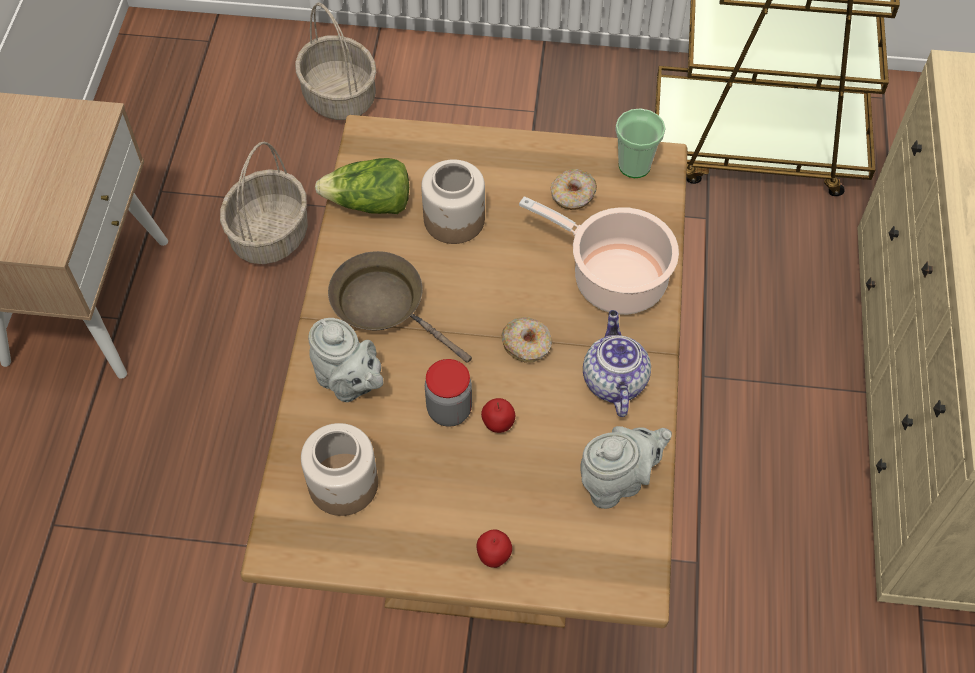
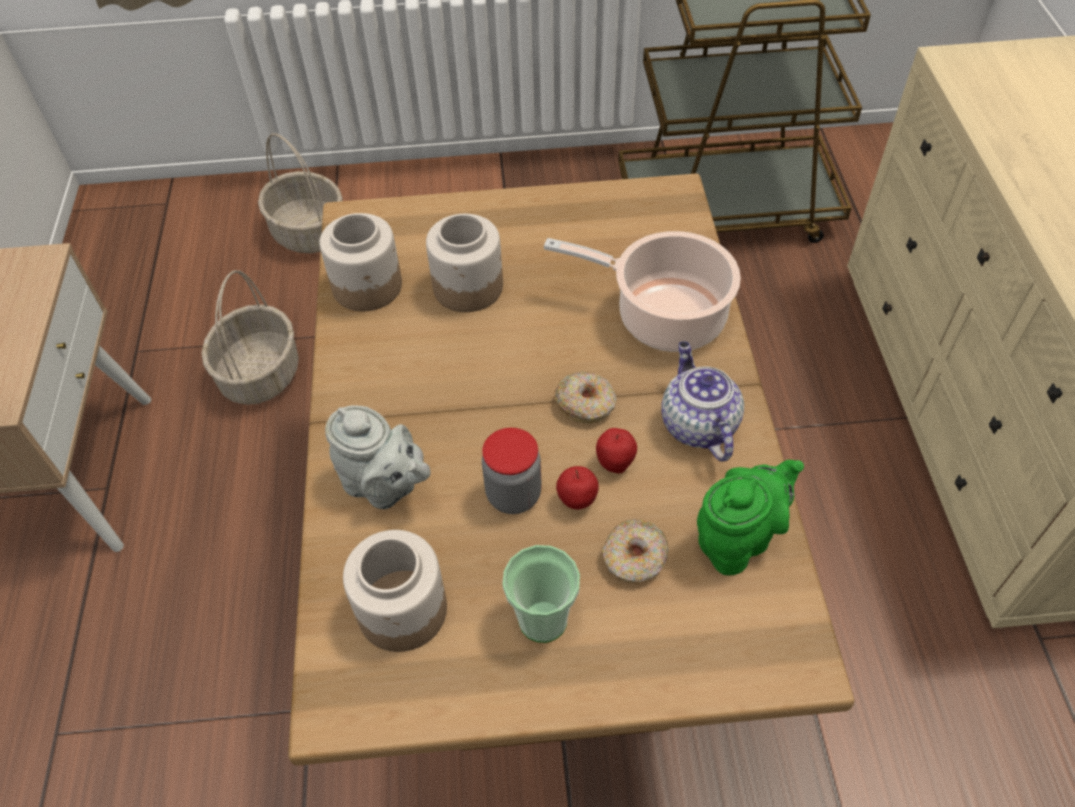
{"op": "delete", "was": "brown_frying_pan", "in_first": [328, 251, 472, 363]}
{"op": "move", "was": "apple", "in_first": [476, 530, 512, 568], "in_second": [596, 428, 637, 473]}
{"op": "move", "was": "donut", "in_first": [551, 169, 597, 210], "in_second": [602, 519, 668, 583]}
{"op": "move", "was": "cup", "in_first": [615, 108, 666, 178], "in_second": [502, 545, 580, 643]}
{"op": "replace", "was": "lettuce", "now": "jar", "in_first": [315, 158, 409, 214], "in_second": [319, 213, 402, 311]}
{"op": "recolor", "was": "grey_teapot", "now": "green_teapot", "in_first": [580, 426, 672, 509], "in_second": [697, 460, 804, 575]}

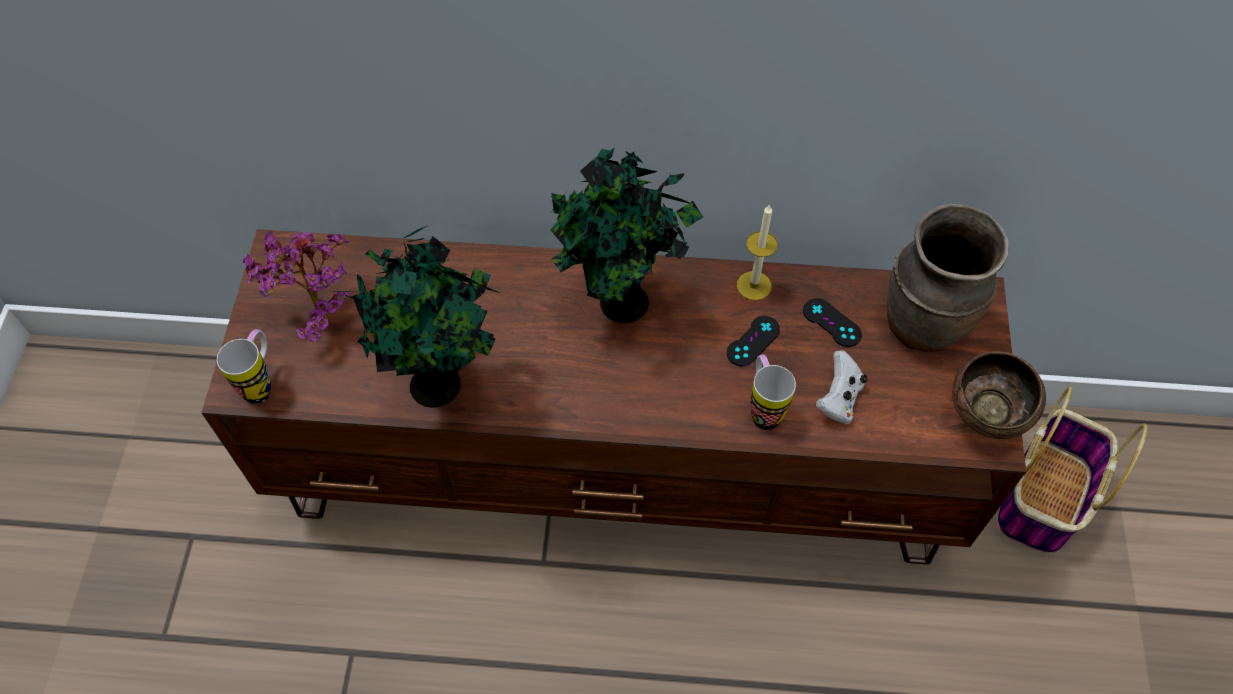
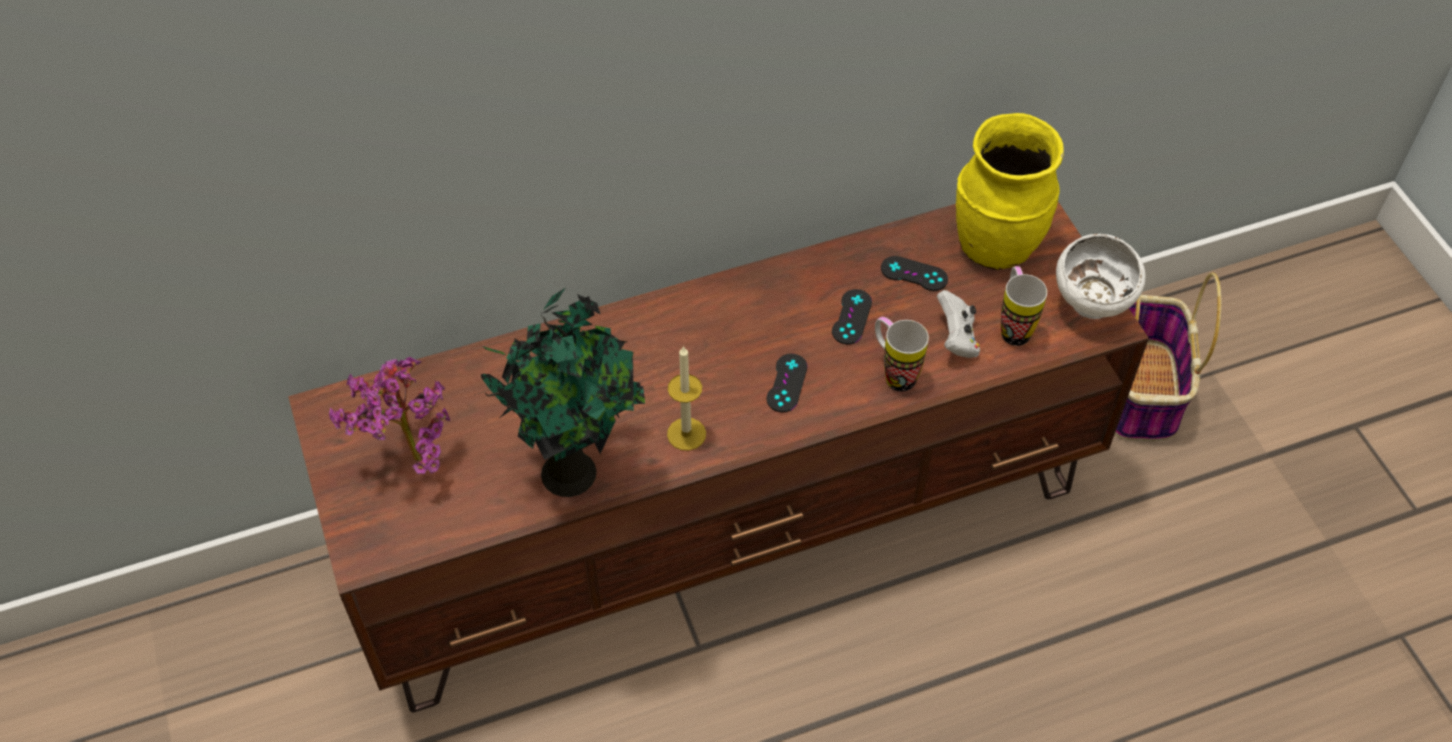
{"op": "delete", "was": "potted_plant", "in_first": [550, 147, 703, 323]}
{"op": "insert", "now": "black_game_controller", "in_second": [767, 353, 808, 412]}
{"op": "move", "was": "mug", "in_first": [217, 329, 272, 404], "in_second": [1001, 266, 1047, 346]}
{"op": "move", "was": "candle", "in_first": [737, 204, 778, 301], "in_second": [667, 346, 706, 451]}
{"op": "recolor", "was": "brown_vase", "now": "yellow_vase", "in_first": [887, 204, 1009, 351], "in_second": [956, 113, 1064, 270]}
{"op": "recolor", "was": "brown_bowl", "now": "white_bowl", "in_first": [952, 351, 1046, 439], "in_second": [1056, 234, 1146, 319]}

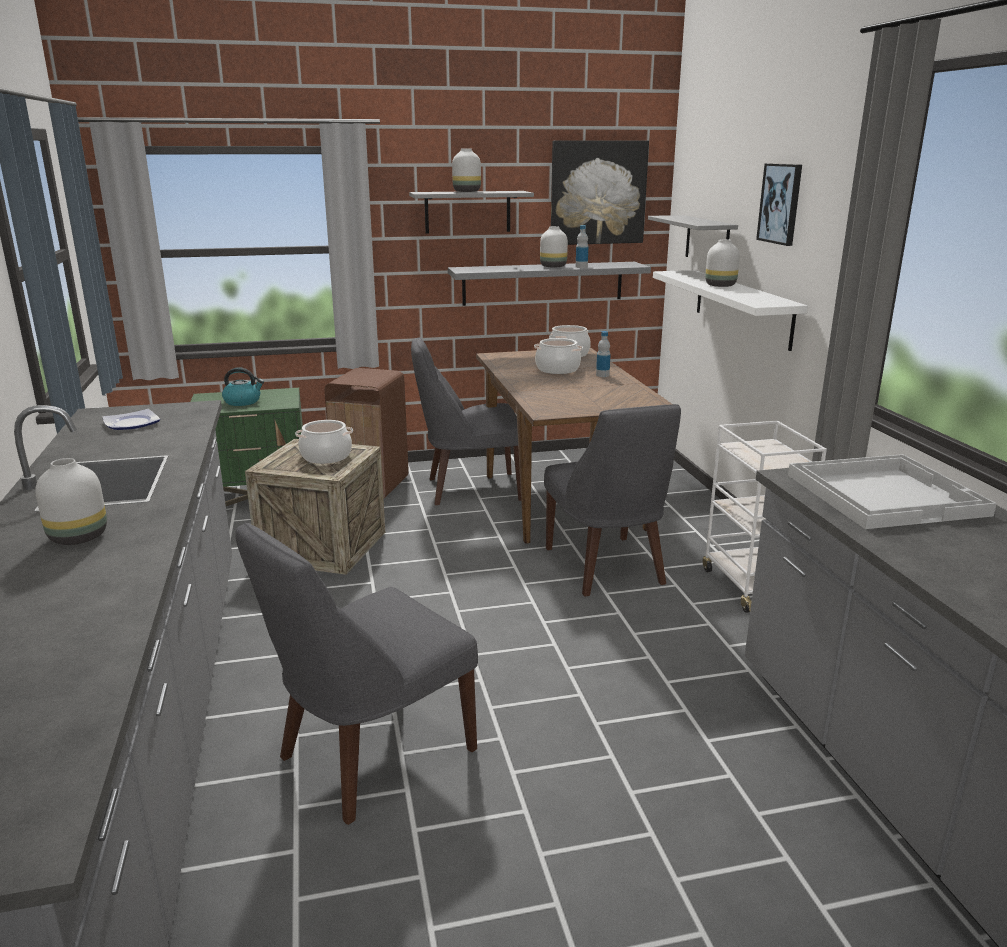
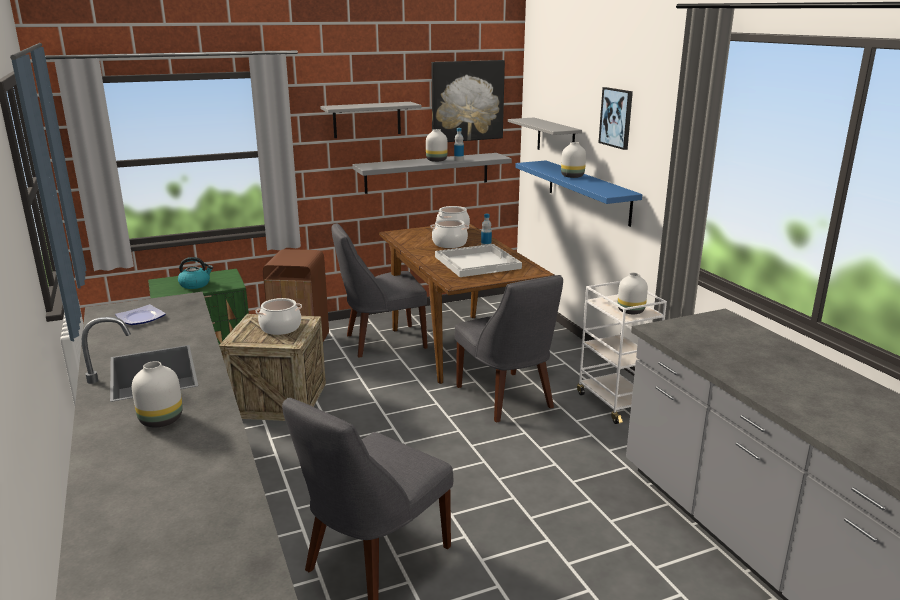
{"op": "move", "was": "white_vase", "in_first": [452, 148, 481, 192], "in_second": [618, 273, 648, 314]}
{"op": "move", "was": "white_tray", "in_first": [788, 454, 997, 529], "in_second": [435, 244, 522, 277]}
{"op": "recolor", "was": "white_shelf", "now": "blue_shelf", "in_first": [653, 270, 808, 351], "in_second": [515, 160, 642, 227]}

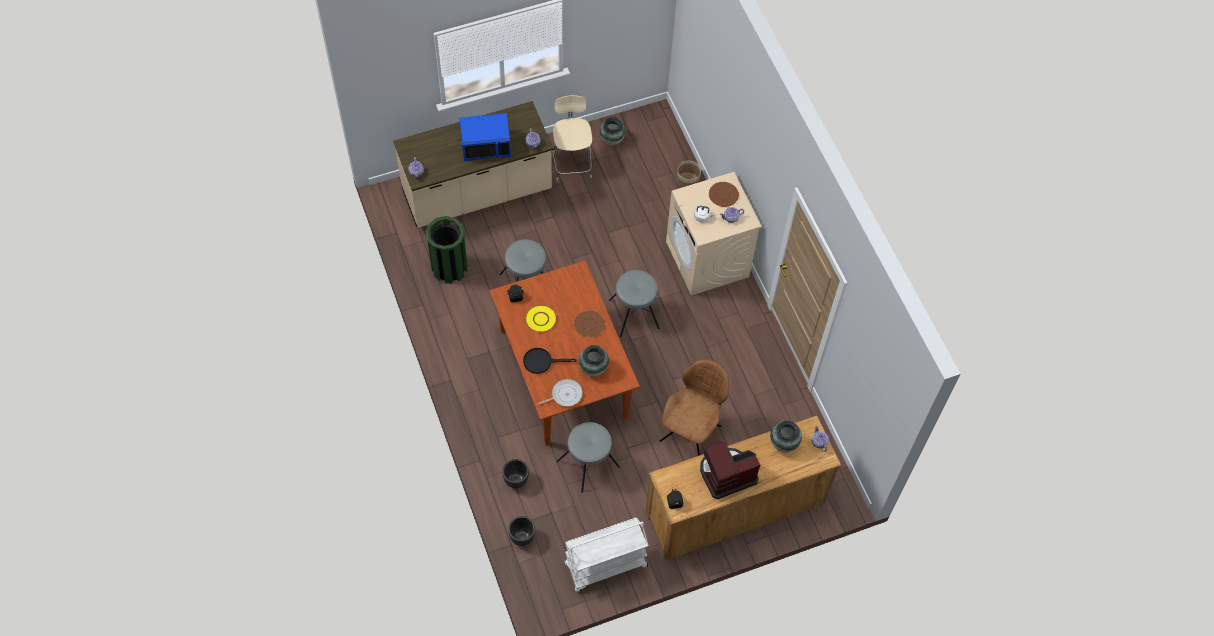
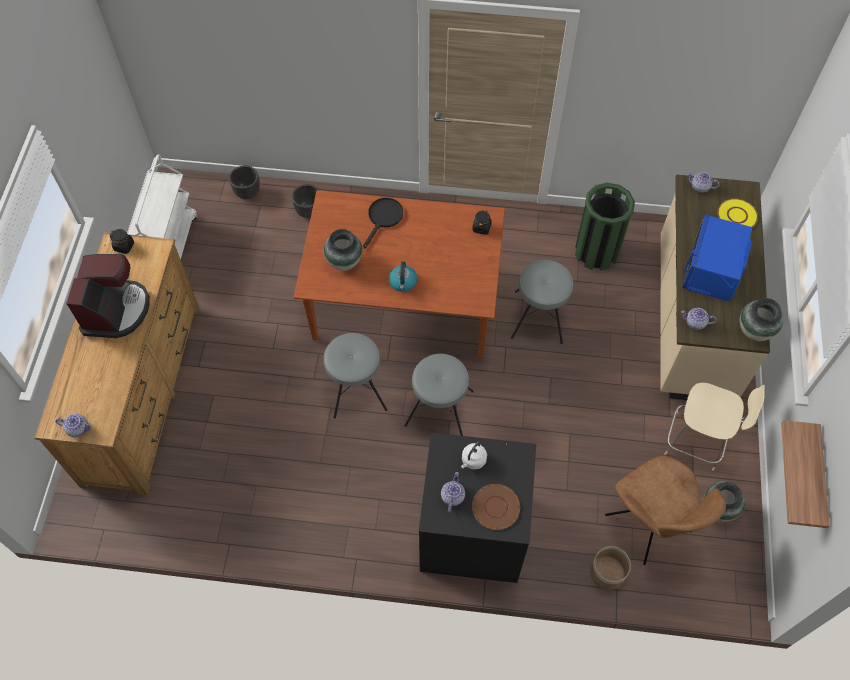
{"op": "delete", "was": "frying_pan", "in_first": [537, 379, 583, 407]}
{"op": "insert", "now": "shelf", "in_second": [781, 420, 830, 528]}
{"op": "move", "was": "yellow_plate", "in_first": [525, 305, 557, 332], "in_second": [717, 198, 758, 228]}
{"op": "move", "was": "grey_stool", "in_first": [557, 422, 620, 493], "in_second": [324, 333, 387, 419]}
{"op": "move", "was": "brown_chair", "in_first": [660, 359, 729, 456], "in_second": [605, 456, 726, 565]}
{"op": "move", "was": "vase", "in_first": [770, 421, 802, 452], "in_second": [740, 298, 783, 341]}
{"op": "replace", "was": "brown_plate", "now": "kettle", "in_first": [574, 310, 605, 338], "in_second": [389, 262, 417, 292]}
{"op": "recolor", "was": "beige_washing_machine", "now": "black_washing_machine", "in_first": [666, 172, 762, 295], "in_second": [419, 433, 536, 583]}

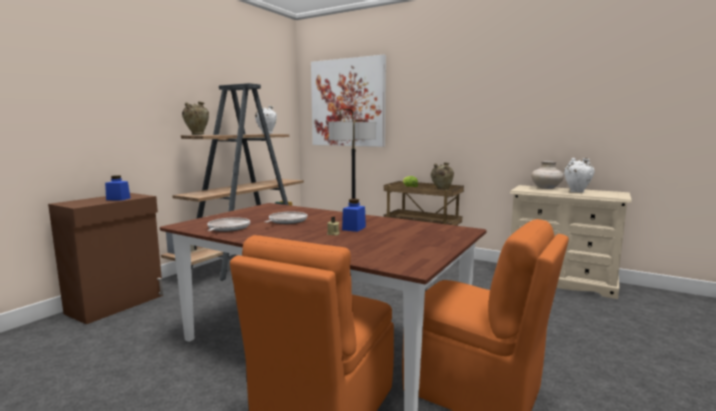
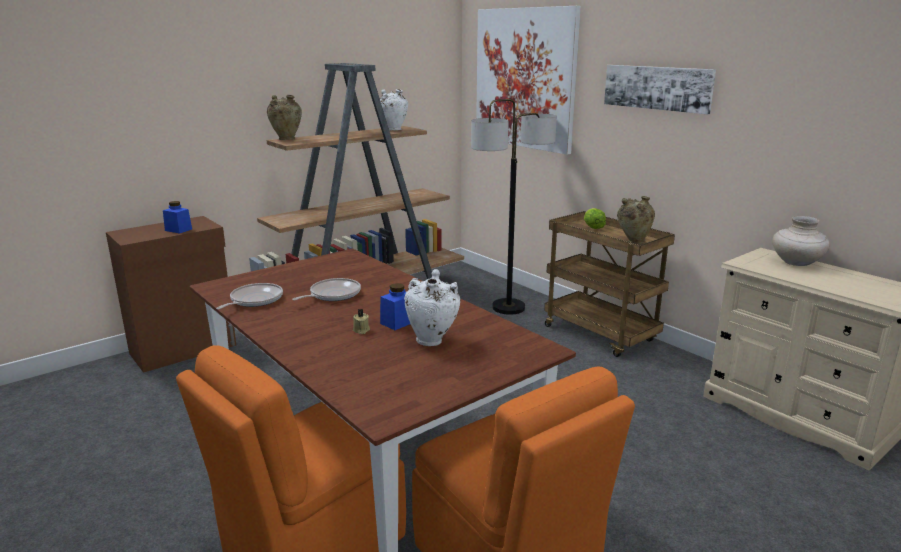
{"op": "insert", "now": "picture", "in_second": [604, 65, 716, 114]}
{"op": "move", "was": "white_vase", "in_first": [564, 158, 595, 193], "in_second": [404, 269, 460, 346]}

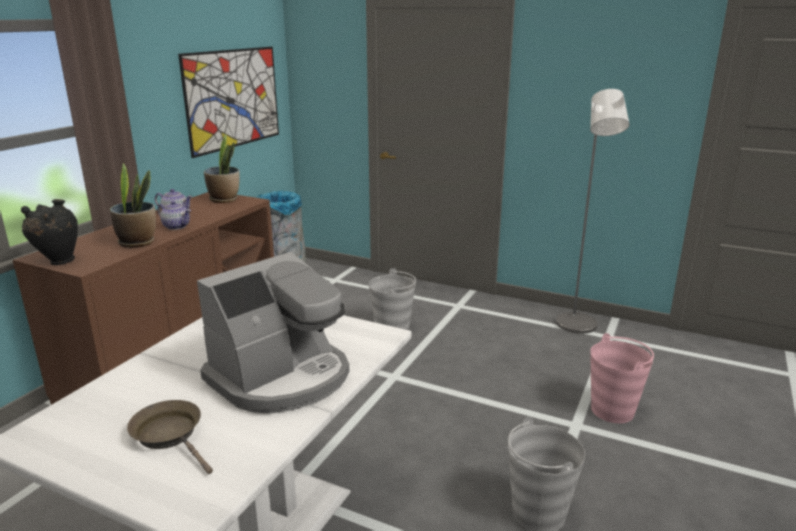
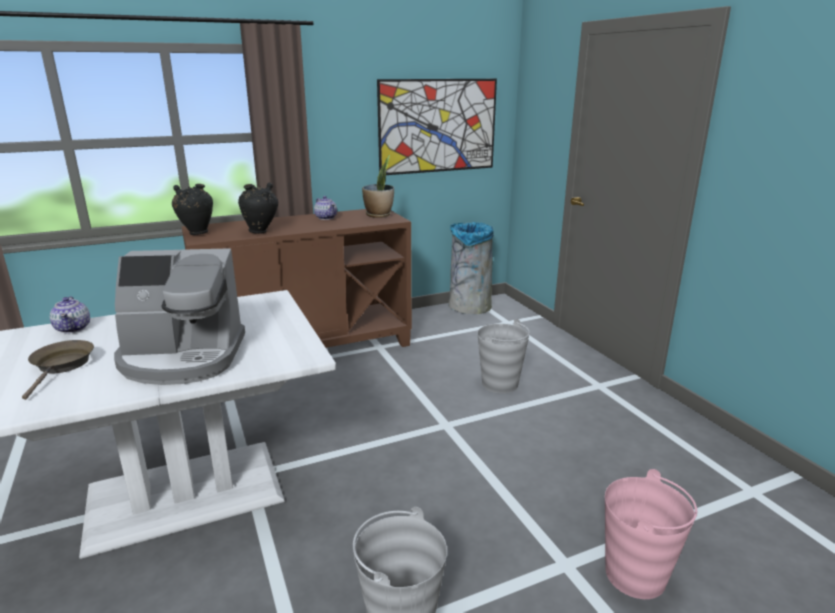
{"op": "delete", "was": "grey_floor_lamp", "in_first": [556, 89, 629, 334]}
{"op": "move", "was": "teapot", "in_first": [158, 201, 191, 230], "in_second": [50, 296, 90, 333]}
{"op": "replace", "was": "potted_plant", "now": "black_vase", "in_first": [110, 163, 156, 248], "in_second": [238, 182, 278, 234]}

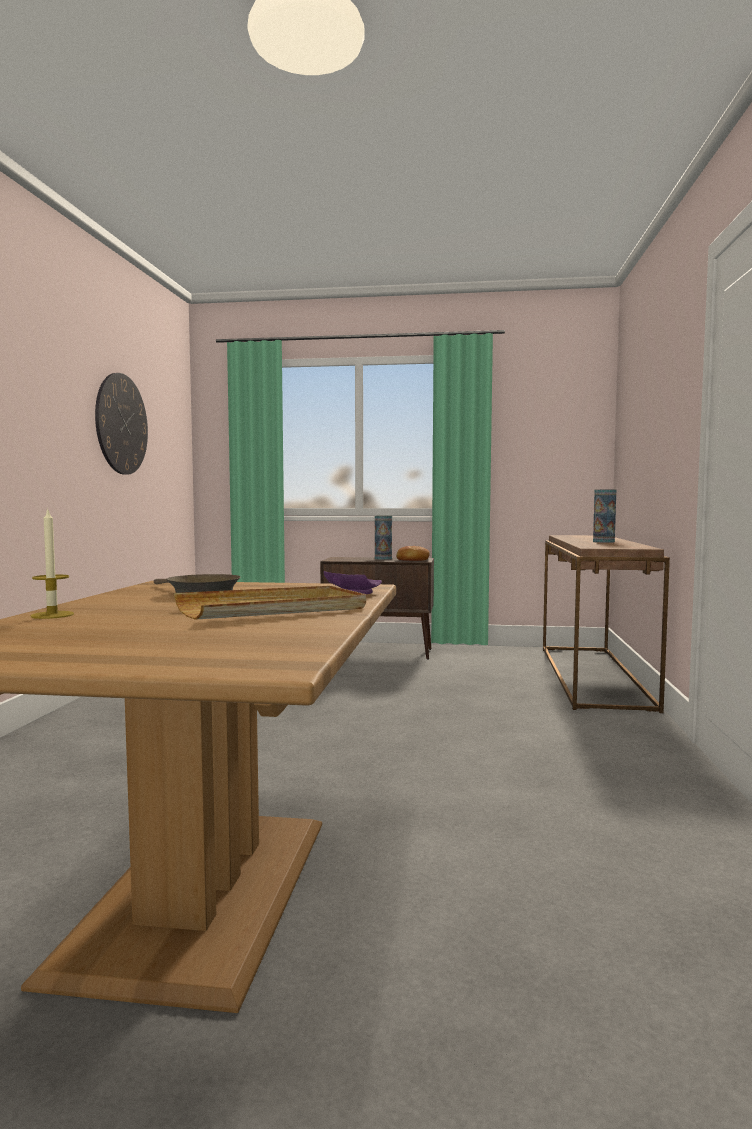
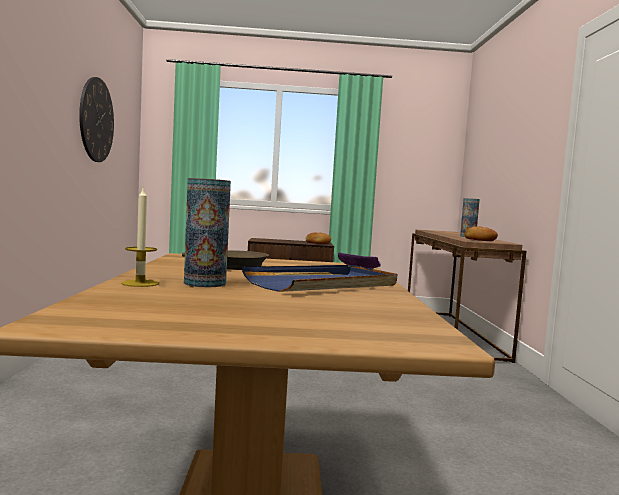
{"op": "insert", "now": "bread", "in_second": [464, 226, 498, 241]}
{"op": "move", "was": "vase", "in_first": [375, 515, 392, 560], "in_second": [184, 178, 231, 287]}
{"op": "recolor", "was": "beige_tray", "now": "blue_tray", "in_first": [174, 586, 366, 620], "in_second": [242, 265, 397, 292]}

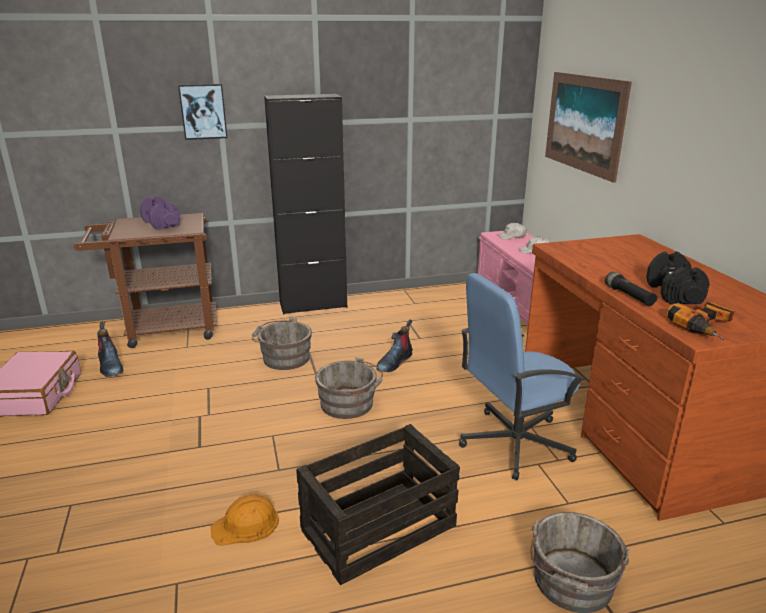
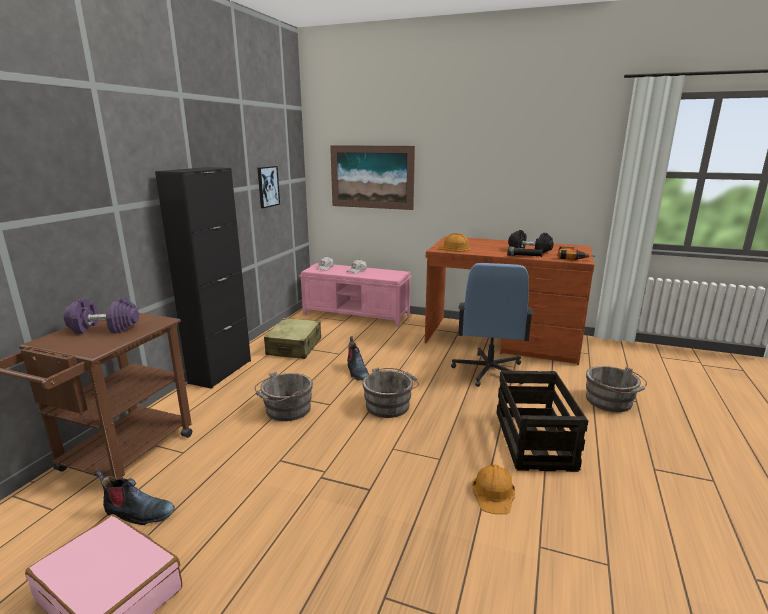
{"op": "insert", "now": "beige_suitcase", "in_second": [264, 318, 321, 359]}
{"op": "insert", "now": "orange_hard_hat", "in_second": [436, 233, 471, 252]}
{"op": "move", "was": "picture", "in_first": [178, 84, 227, 140], "in_second": [257, 166, 280, 208]}

